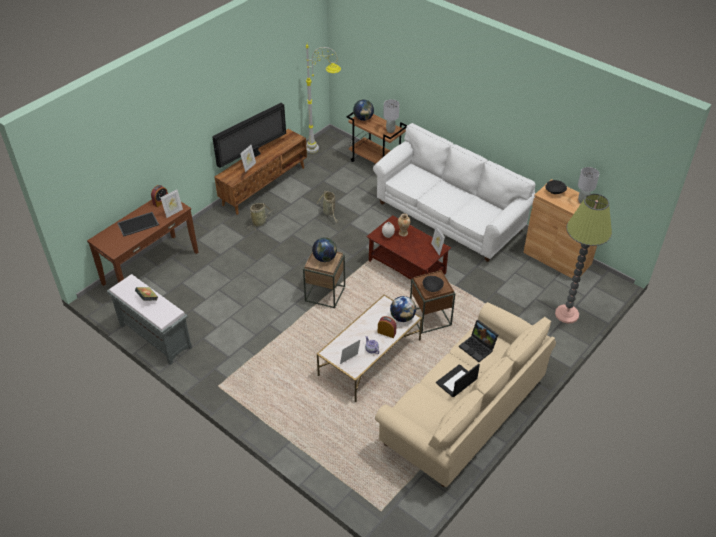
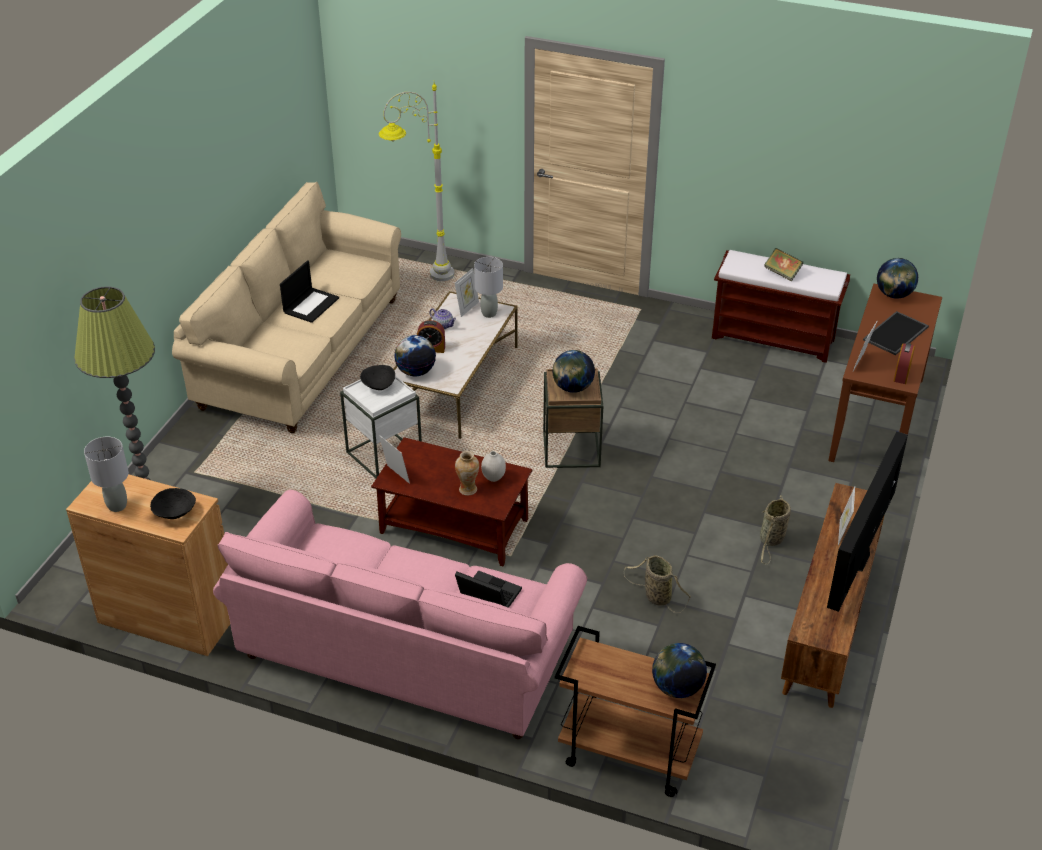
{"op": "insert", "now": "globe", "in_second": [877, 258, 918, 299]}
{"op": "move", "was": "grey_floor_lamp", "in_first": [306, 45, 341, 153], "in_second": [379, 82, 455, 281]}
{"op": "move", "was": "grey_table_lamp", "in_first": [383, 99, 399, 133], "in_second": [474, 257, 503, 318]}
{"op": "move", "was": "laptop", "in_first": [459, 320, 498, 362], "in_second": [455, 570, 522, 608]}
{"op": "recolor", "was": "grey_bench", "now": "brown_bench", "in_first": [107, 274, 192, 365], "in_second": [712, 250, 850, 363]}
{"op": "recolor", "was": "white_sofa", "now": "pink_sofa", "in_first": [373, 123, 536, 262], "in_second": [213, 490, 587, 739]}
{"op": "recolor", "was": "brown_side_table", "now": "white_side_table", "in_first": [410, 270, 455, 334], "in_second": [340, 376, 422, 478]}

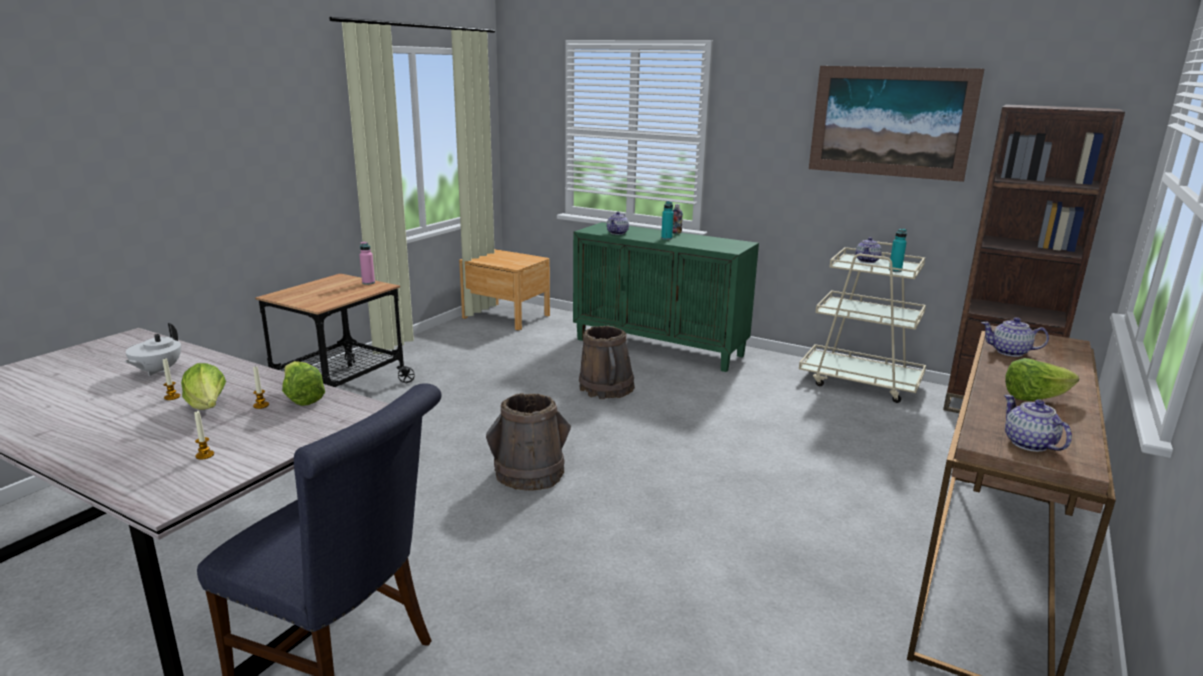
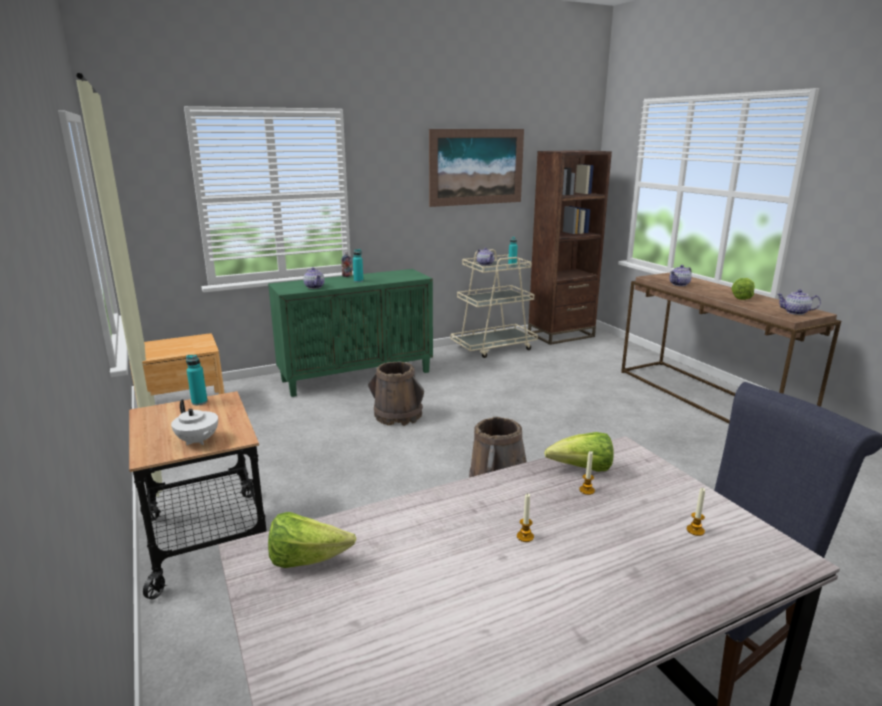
{"op": "move", "was": "white_teapot", "in_first": [124, 323, 181, 376], "in_second": [171, 399, 218, 445]}
{"op": "move", "was": "lettuce", "in_first": [181, 363, 226, 410], "in_second": [268, 512, 356, 568]}
{"op": "recolor", "was": "pink_bottle", "now": "turquoise_bottle", "in_first": [360, 242, 375, 285], "in_second": [186, 355, 208, 405]}

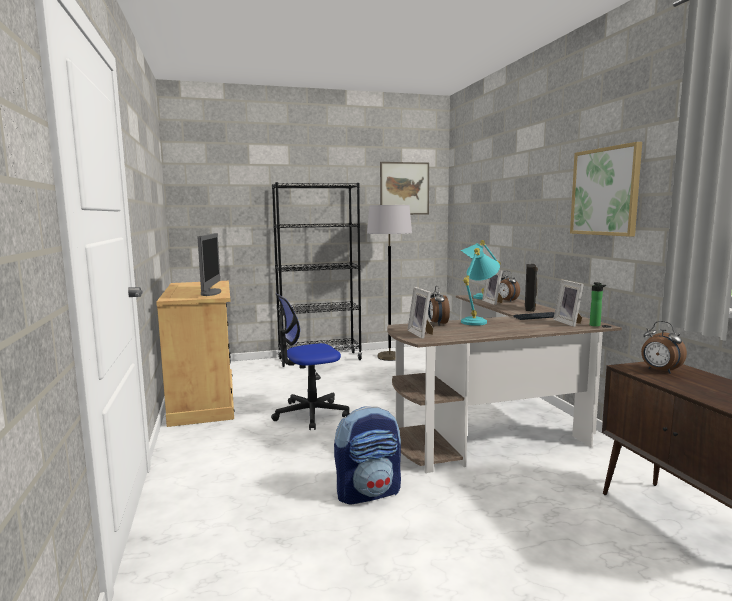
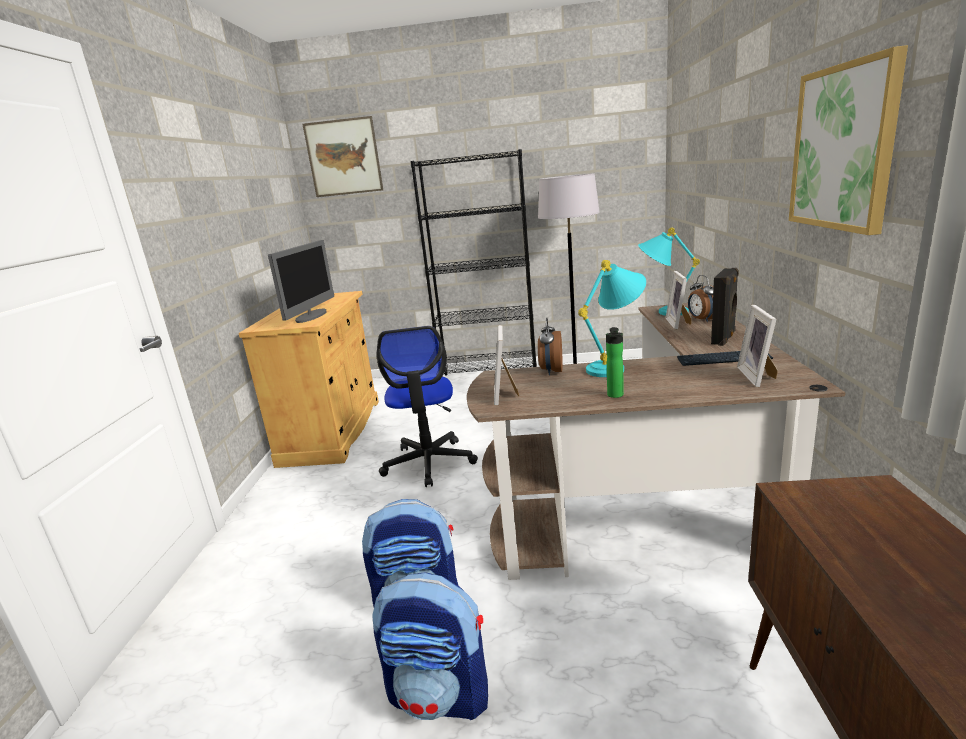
{"op": "delete", "was": "alarm_clock", "in_first": [641, 321, 687, 374]}
{"op": "insert", "now": "backpack", "in_second": [372, 572, 488, 720]}
{"op": "move", "was": "picture", "in_first": [380, 162, 429, 215], "in_second": [302, 116, 383, 197]}
{"op": "move", "was": "bottle", "in_first": [590, 282, 606, 327], "in_second": [606, 327, 624, 398]}
{"op": "rotate", "was": "office_chair", "in_first": [271, 293, 350, 430], "in_second": [377, 326, 478, 487], "clockwise": -90}

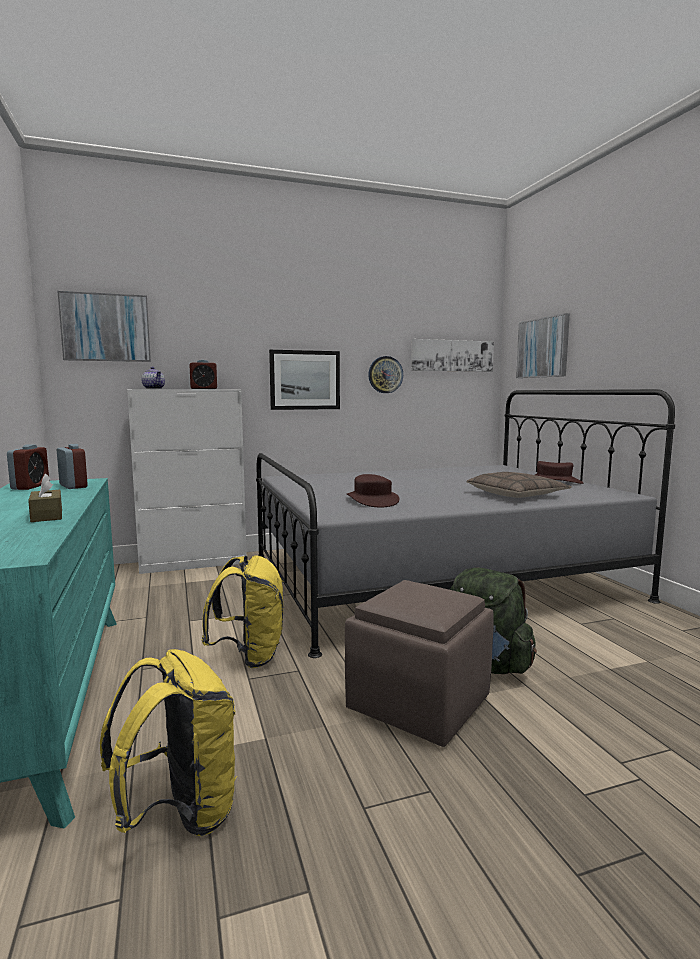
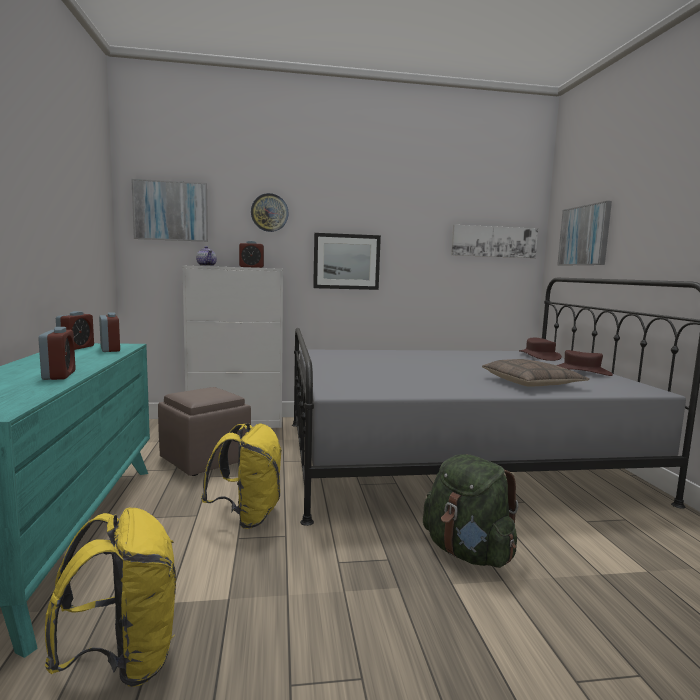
{"op": "move", "was": "brown_ottoman", "in_first": [345, 580, 493, 747], "in_second": [158, 387, 251, 476]}
{"op": "move", "was": "brown_hat", "in_first": [347, 474, 400, 507], "in_second": [519, 338, 562, 361]}
{"op": "move", "was": "wall_clock", "in_first": [368, 356, 403, 393], "in_second": [251, 193, 289, 232]}
{"op": "replace", "was": "brown_tissue_box", "now": "alarm_clock", "in_first": [28, 473, 62, 522], "in_second": [38, 327, 76, 380]}

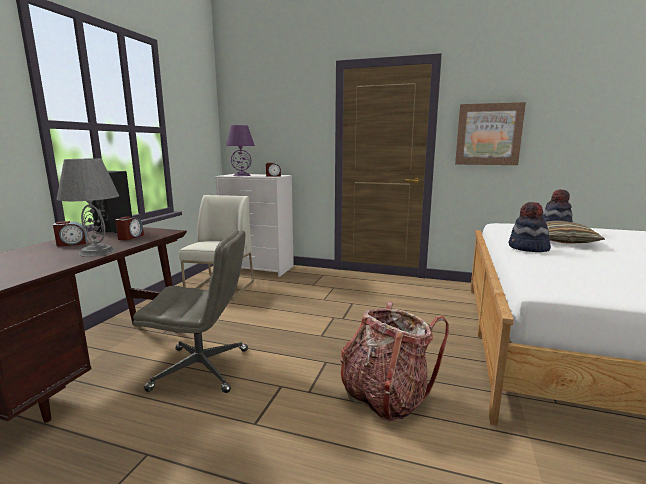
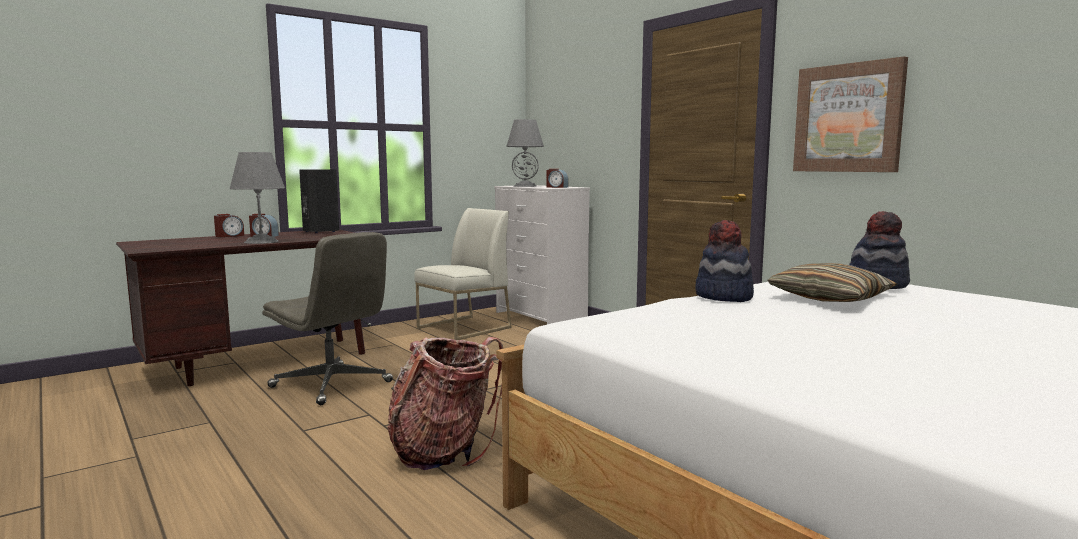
{"op": "move", "was": "alarm_clock", "in_first": [115, 216, 144, 240], "in_second": [214, 214, 244, 237]}
{"op": "recolor", "was": "purple_table_lamp", "now": "grey_table_lamp", "in_first": [226, 125, 255, 176], "in_second": [506, 119, 544, 187]}

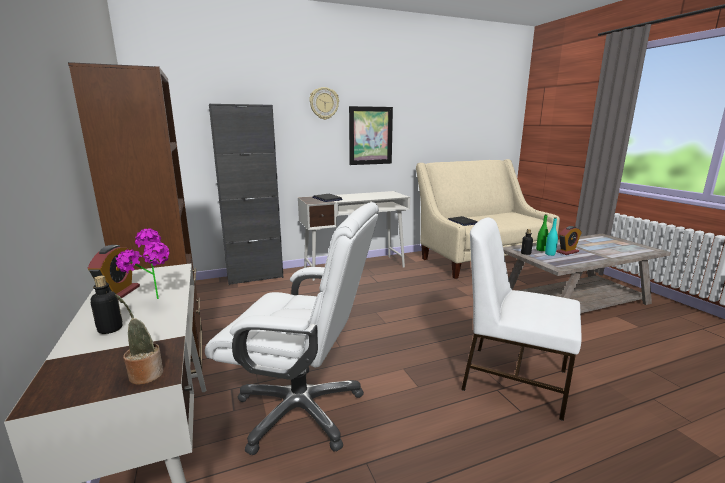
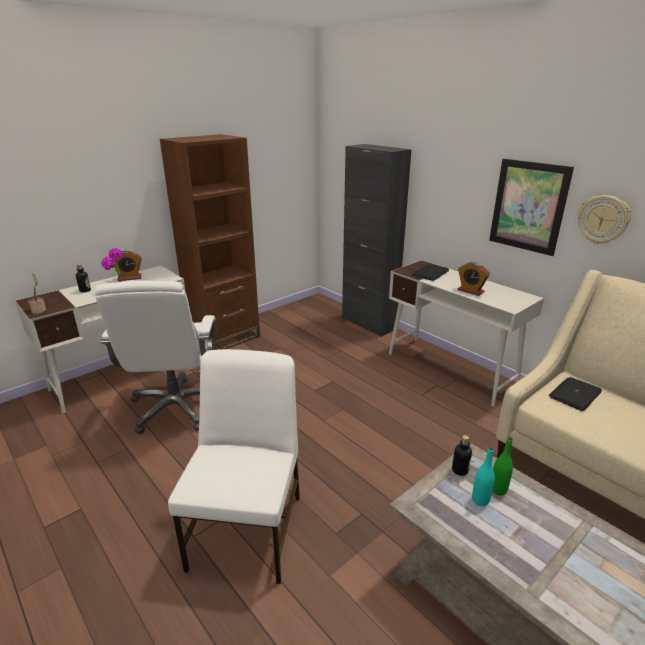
{"op": "move", "was": "wall_clock", "in_first": [309, 87, 339, 120], "in_second": [578, 195, 631, 244]}
{"op": "move", "was": "alarm_clock", "in_first": [556, 226, 582, 255], "in_second": [458, 262, 490, 296]}

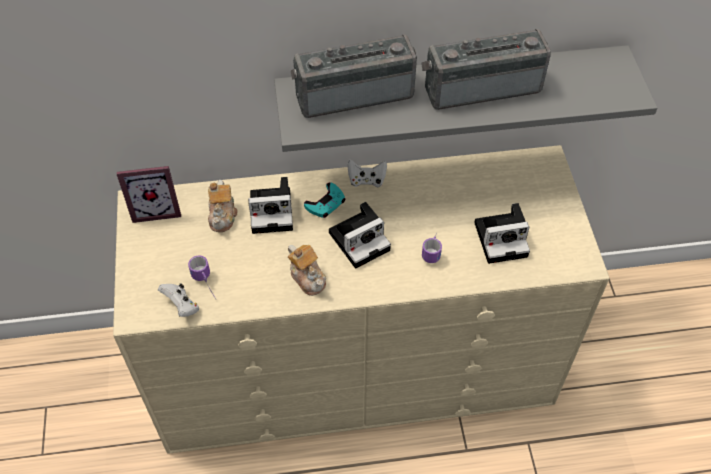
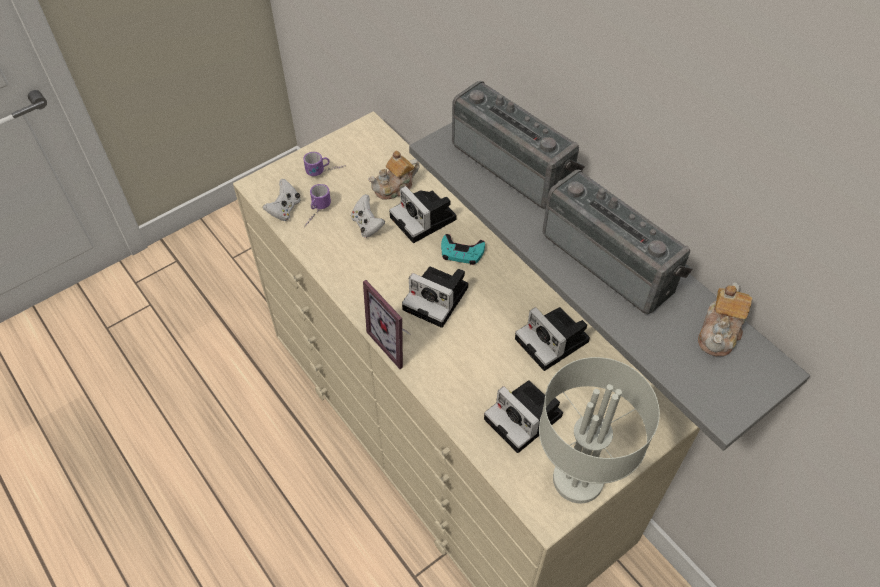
{"op": "insert", "now": "photo_camera", "in_second": [515, 307, 590, 371]}
{"op": "insert", "now": "grey_table_lamp", "in_second": [539, 357, 660, 504]}
{"op": "move", "was": "picture_frame", "in_first": [117, 166, 181, 223], "in_second": [363, 280, 411, 369]}
{"op": "move", "was": "teapot", "in_first": [288, 245, 326, 296], "in_second": [698, 283, 752, 356]}
{"op": "move", "was": "white_game_controller", "in_first": [347, 160, 387, 187], "in_second": [351, 194, 385, 238]}
{"op": "move", "was": "mug", "in_first": [422, 232, 442, 263], "in_second": [303, 152, 346, 176]}

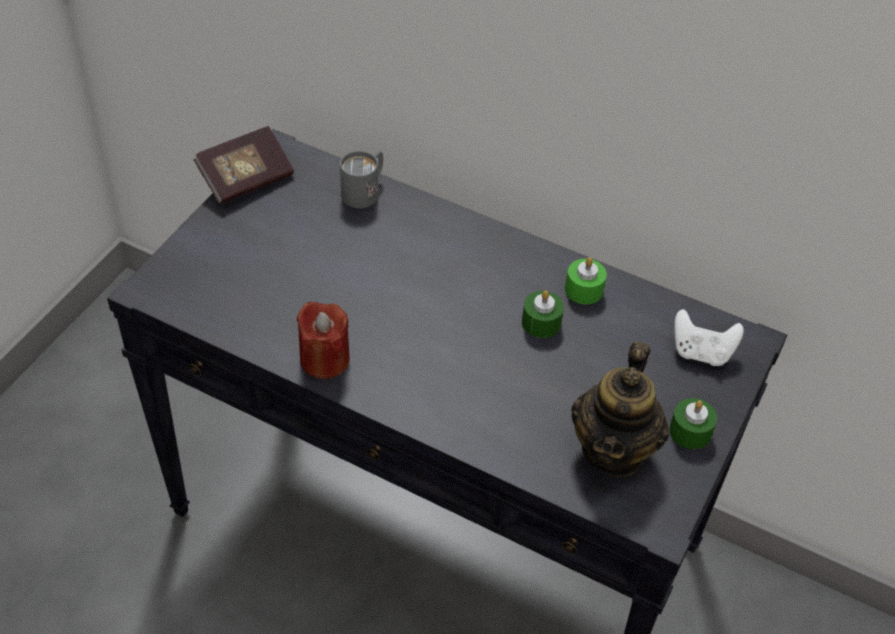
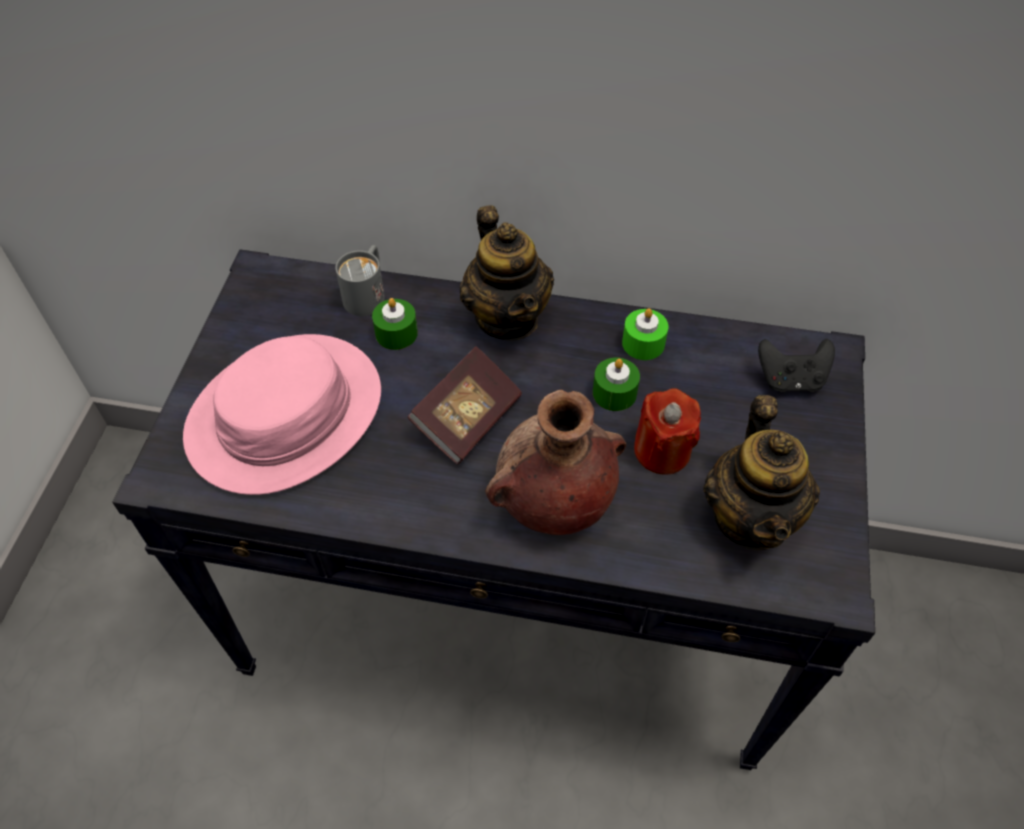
{"op": "insert", "now": "pink_hat", "in_second": [183, 334, 381, 495]}
{"op": "insert", "now": "teapot", "in_second": [460, 205, 554, 341]}
{"op": "insert", "now": "brown_vase", "in_second": [485, 390, 626, 535]}
{"op": "move", "was": "book", "in_first": [194, 126, 294, 204], "in_second": [407, 346, 522, 464]}
{"op": "move", "was": "red_candle", "in_first": [296, 302, 350, 379], "in_second": [634, 388, 701, 475]}
{"op": "move", "was": "green_candle", "in_first": [669, 398, 717, 449], "in_second": [372, 298, 418, 350]}
{"op": "recolor", "was": "white_game_controller", "now": "black_game_controller", "in_first": [674, 309, 744, 366], "in_second": [758, 339, 835, 392]}

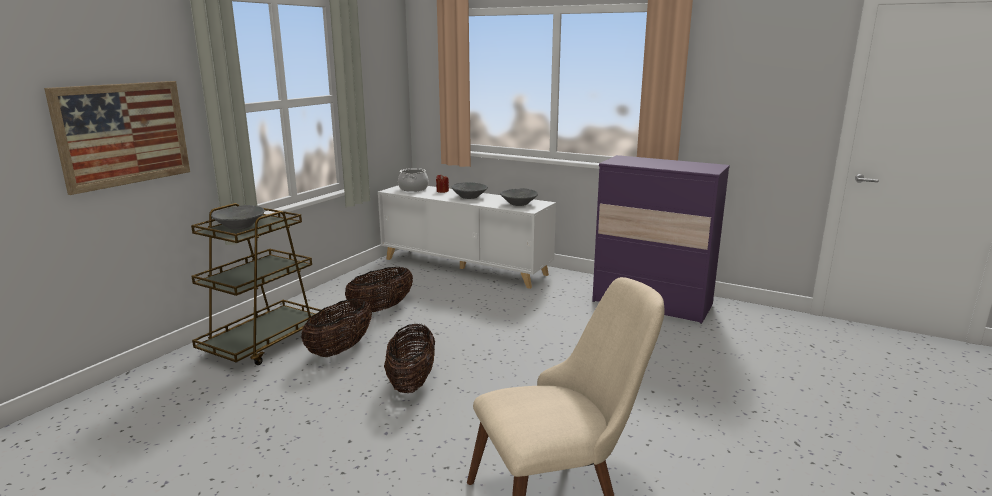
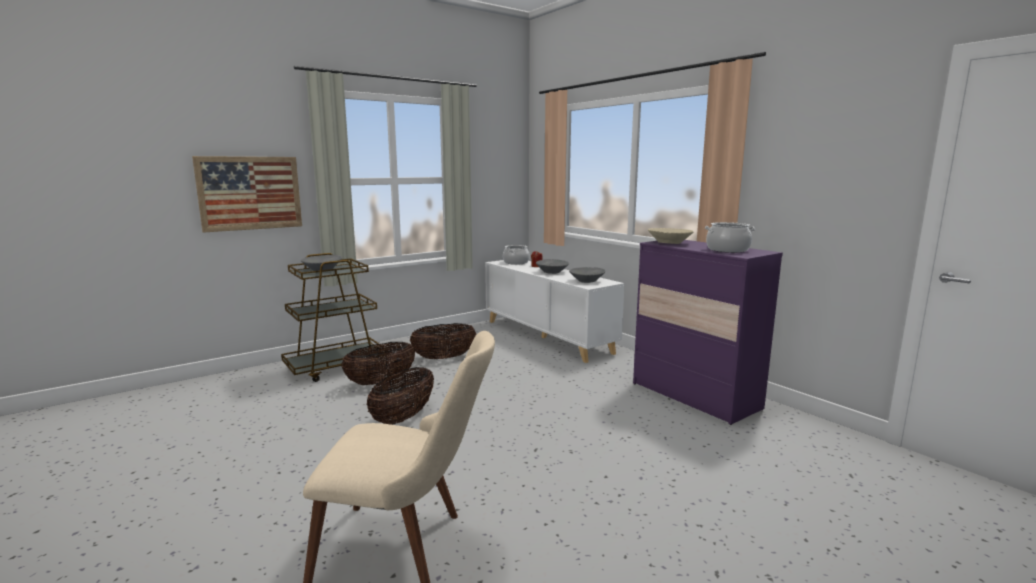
{"op": "insert", "now": "beige_bowl", "in_second": [648, 228, 693, 244]}
{"op": "insert", "now": "cooking_pot", "in_second": [705, 222, 755, 253]}

